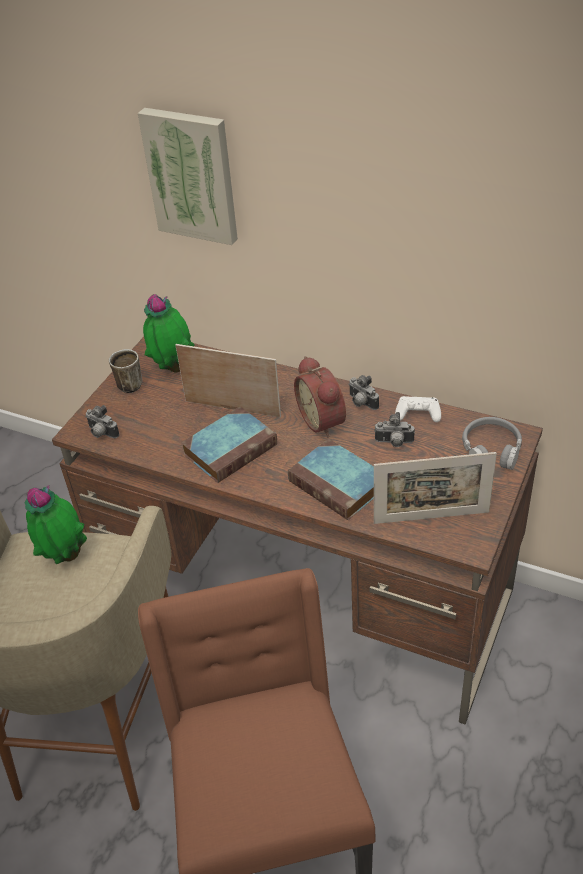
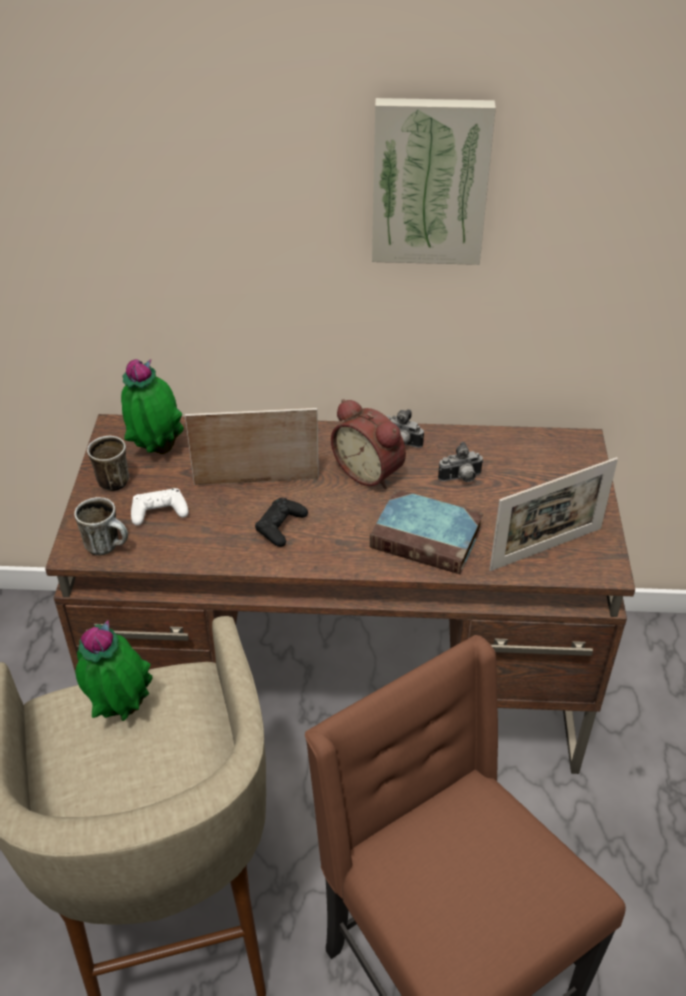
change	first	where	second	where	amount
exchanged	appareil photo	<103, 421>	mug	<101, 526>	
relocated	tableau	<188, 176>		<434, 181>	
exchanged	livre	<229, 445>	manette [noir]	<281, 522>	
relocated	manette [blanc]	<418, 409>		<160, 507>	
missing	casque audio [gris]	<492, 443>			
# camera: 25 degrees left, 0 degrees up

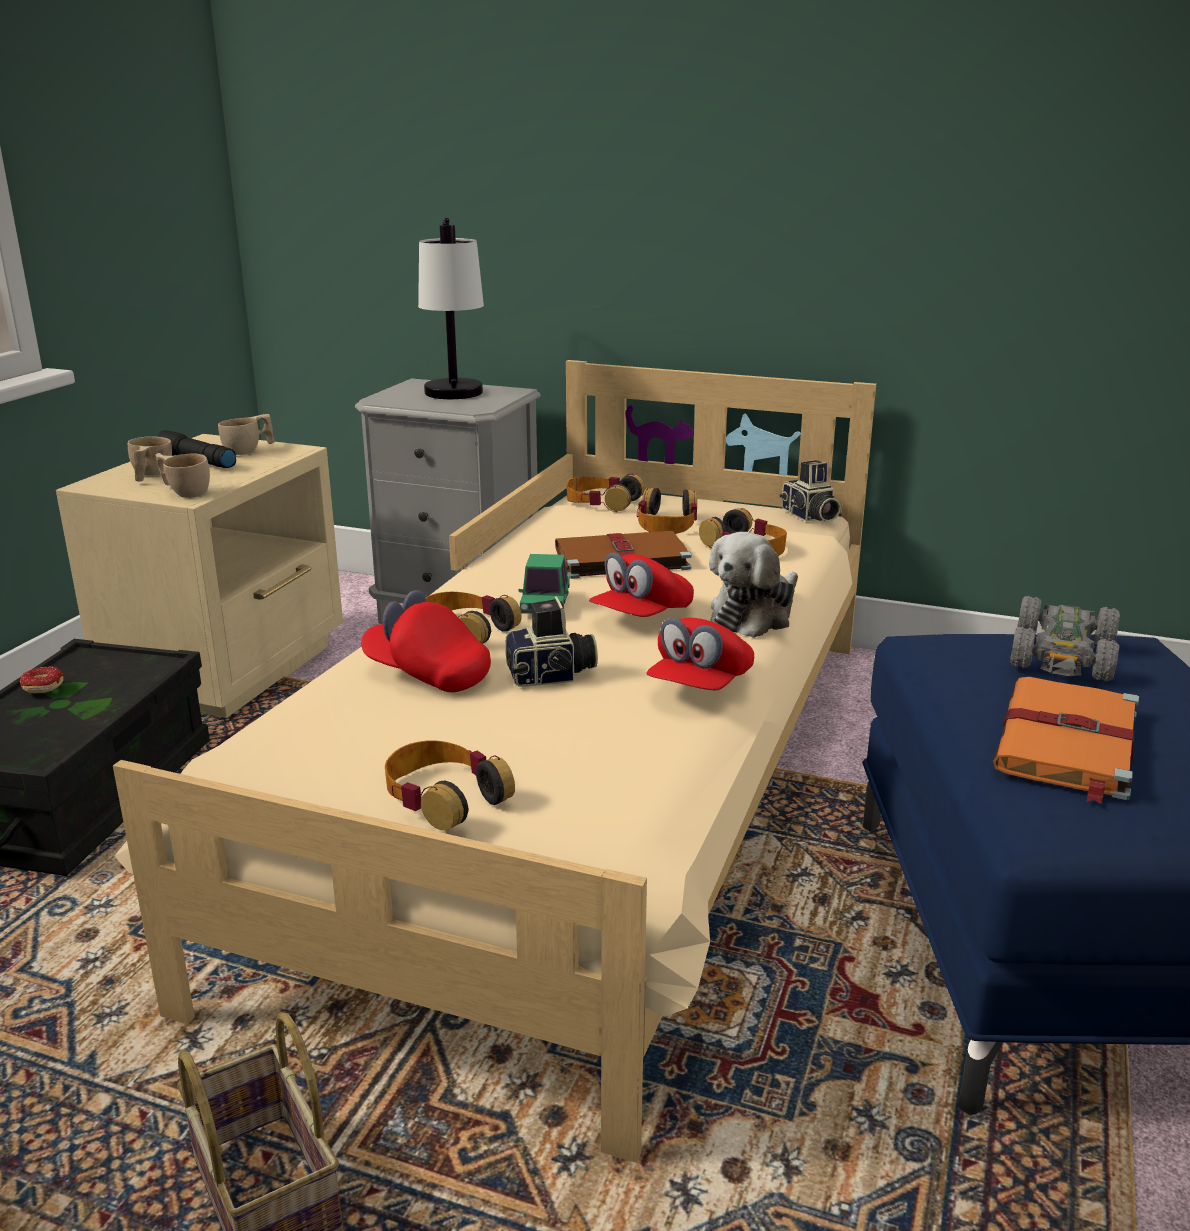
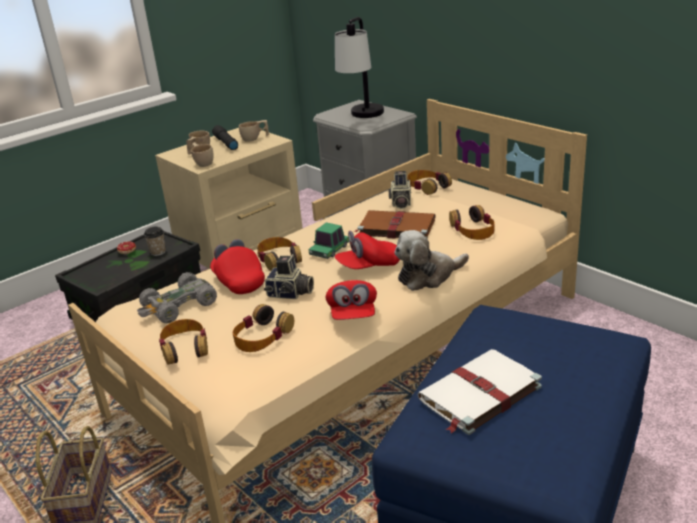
change	first	where	second	where	amount
relocated	casque audio	<667, 511>		<263, 328>	
spun	casquette [rouge]	<700, 654>		<351, 300>	60 degrees counterclockwise
relocated	appareil photo	<810, 491>		<400, 190>	
colour	livre [orange]	<1066, 740>	livre [blanc]	<479, 392>	
relocated	petite voiture [gris]	<1065, 638>		<177, 297>	
appeared			tasse	<155, 241>	
# camera: 30 degrees right, 5 degrees up

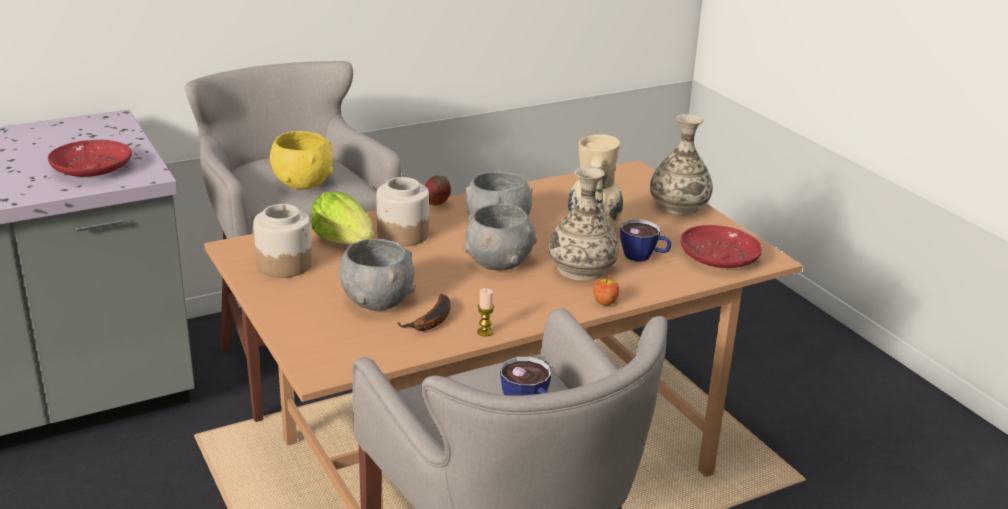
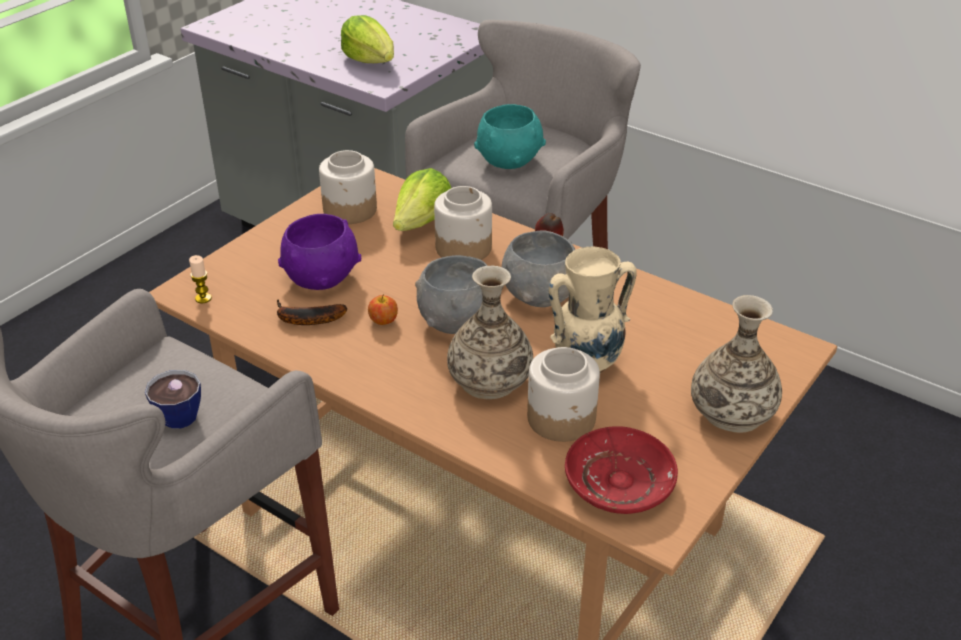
change	first	where	second	where	amount
exchanged	assiette [rouge]	<90, 158>	laitue	<367, 39>	
colour	bol [jaune]	<301, 160>	bol [turquoise]	<510, 136>	
colour	bol [gris]	<377, 274>	bol [violet]	<319, 252>	
relocated	bougie	<485, 312>		<200, 279>	
relocated	pomme	<606, 290>		<383, 309>	
exchanged	tasse	<646, 240>	bocal	<563, 394>	
# camera: 65 degrees right, 10 degrees up

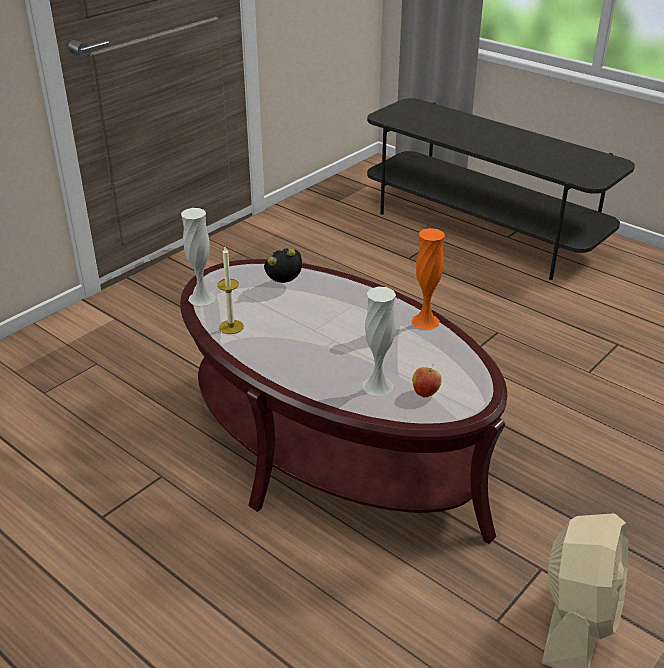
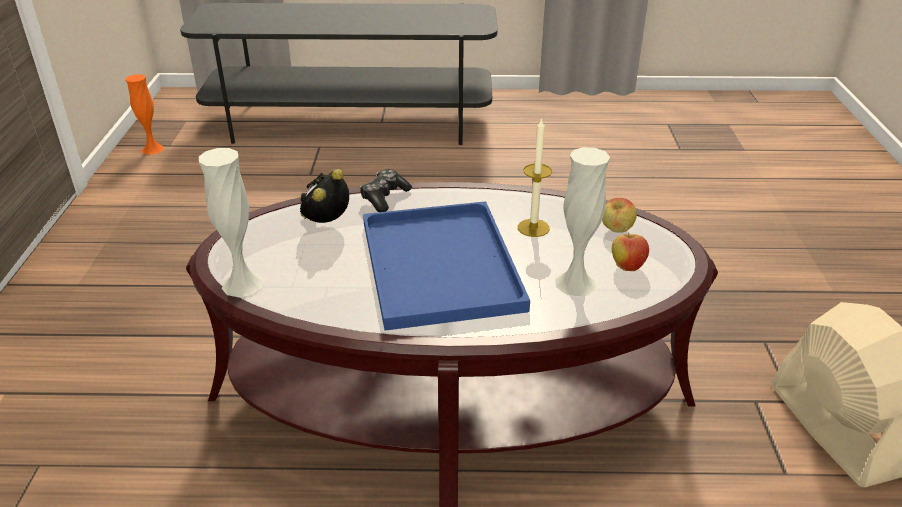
change	first	where	second	where	amount
relocated	bougie	<230, 290>		<535, 177>	
relocated	vase [orange]	<428, 279>		<144, 114>	
appeared			manette	<386, 190>	
appeared			plateau [bleu]	<446, 266>	
appeared			pomme	<619, 215>	
# camera: 40 degrees left, 0 degrees up

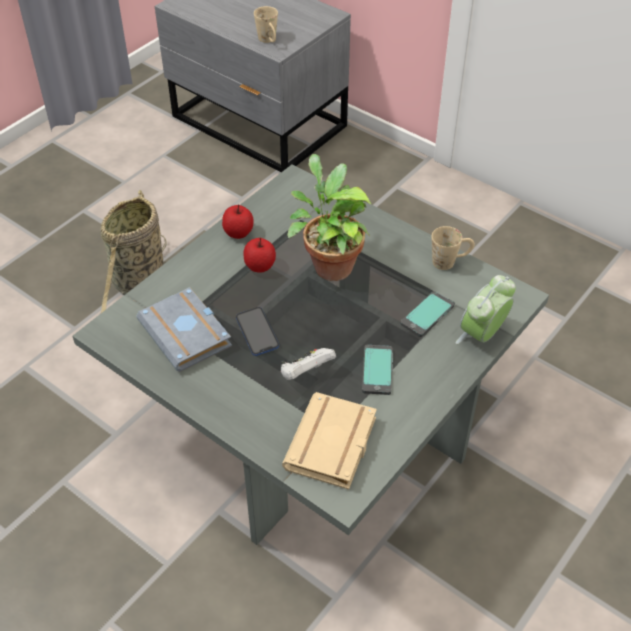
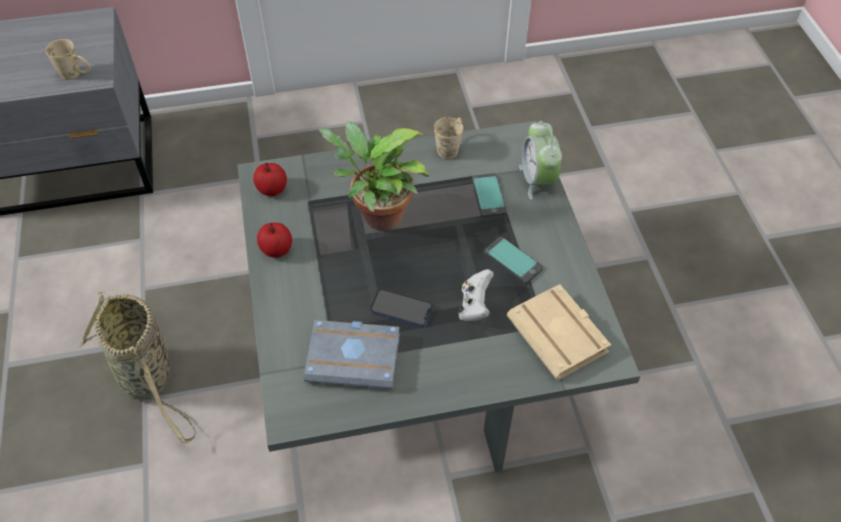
change	first	where	second	where	amount
relocated	pomme	<259, 255>		<270, 179>	
# camera: 50 degrees left, 5 degrees up

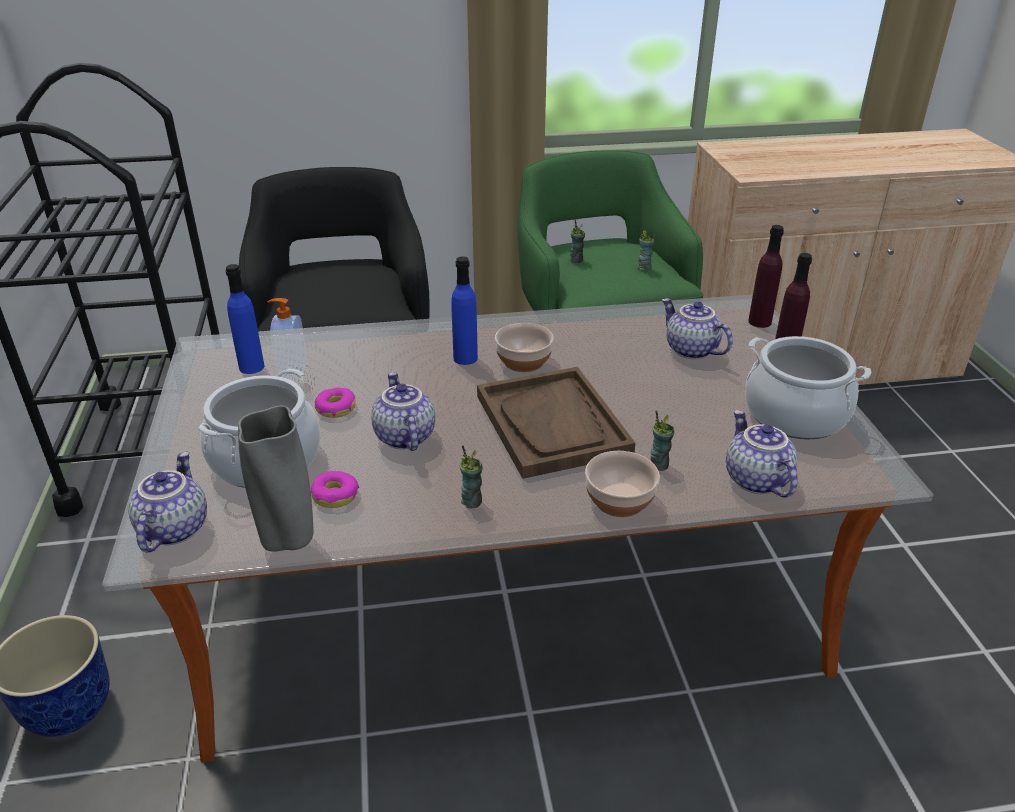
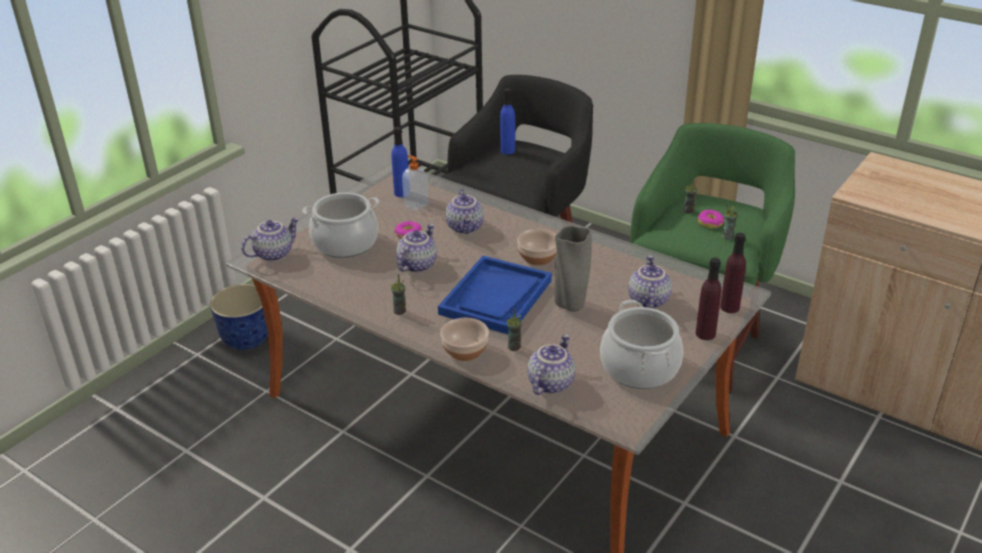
change	first	where	second	where	amount
relocated	vase [gris]	<276, 478>		<573, 269>	
relocated	beignet	<335, 489>		<711, 219>	
relocated	bouteille [bleu]	<464, 310>		<507, 121>	
colour	plateau [marron]	<556, 423>	plateau [bleu]	<495, 295>	
appeared			théière	<464, 211>	
# camera: 45 degrees right, 0 degrees up

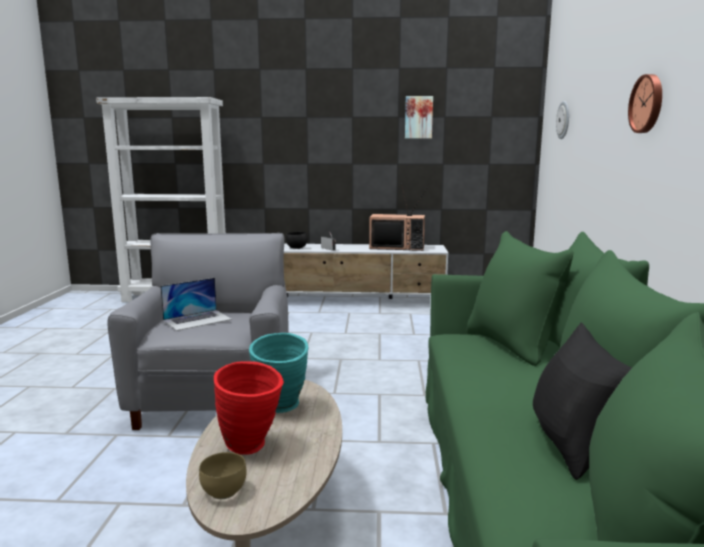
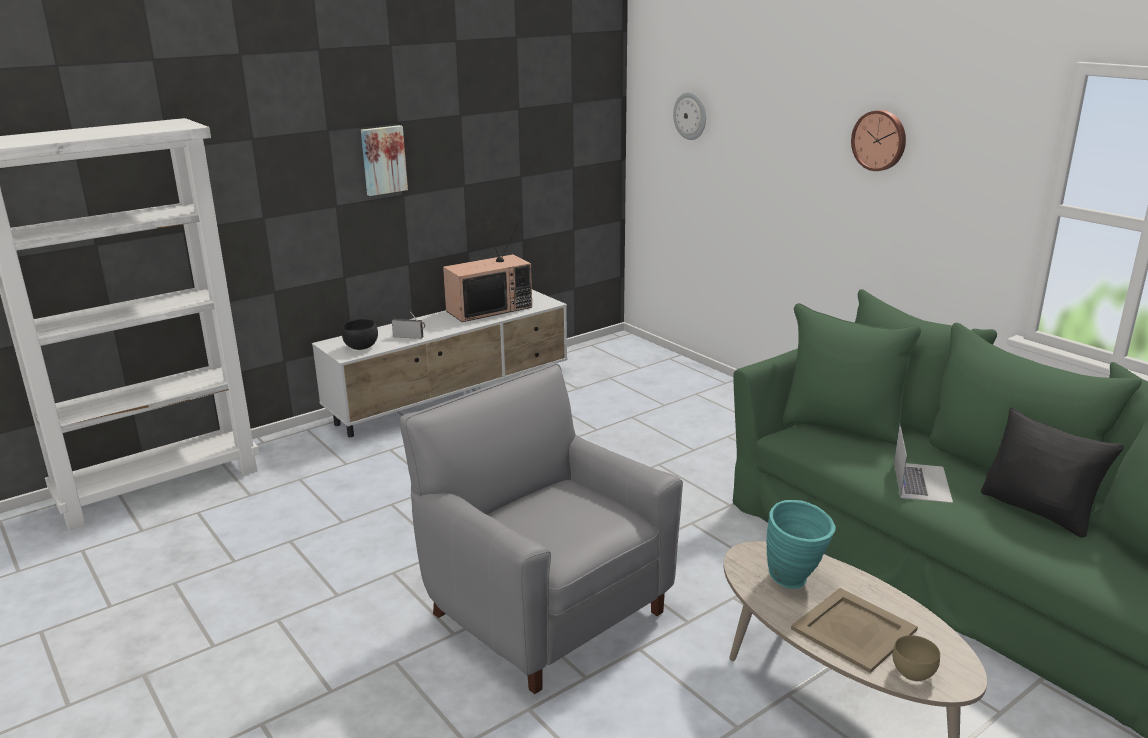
change	first	where	second	where	amount
relocated	ordinateur portable	<196, 304>		<923, 463>	
exchanged	vase [rouge]	<249, 408>	plateau [beige]	<854, 630>	
relocated	tableau	<419, 117>		<384, 160>	
# camera: 40 degrees left, 10 degrees up

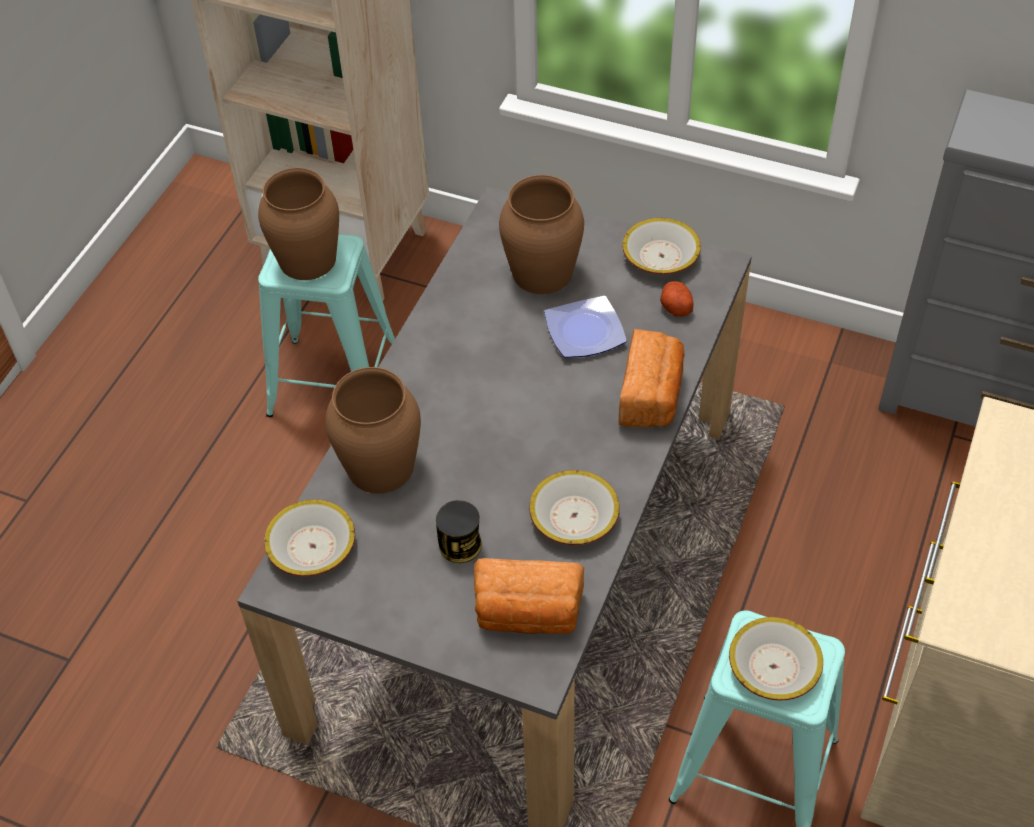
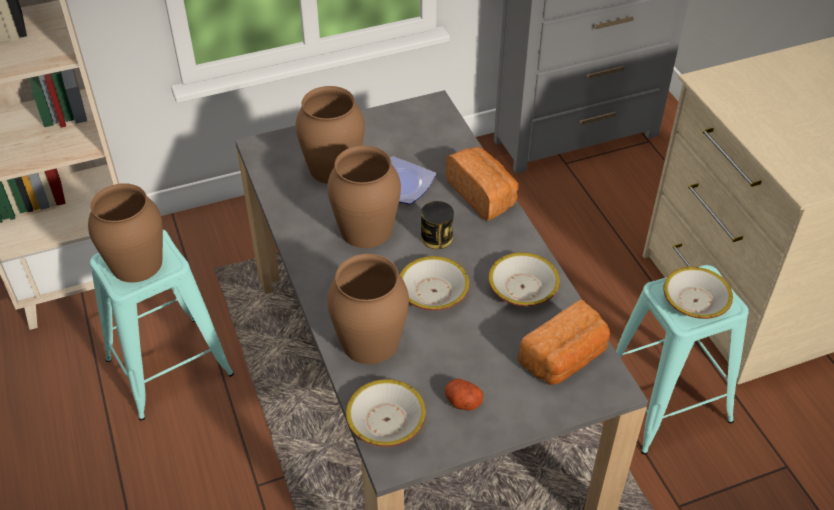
change	first	where	second	where	amount
relocated	boîte métallique	<459, 531>		<437, 225>	
relocated	bol	<661, 246>		<435, 283>	
relocated	pomme de terre	<677, 298>		<464, 395>	
appeared			vase [marron]	<364, 196>	
# camera: 45 degrees left, 5 degrees down

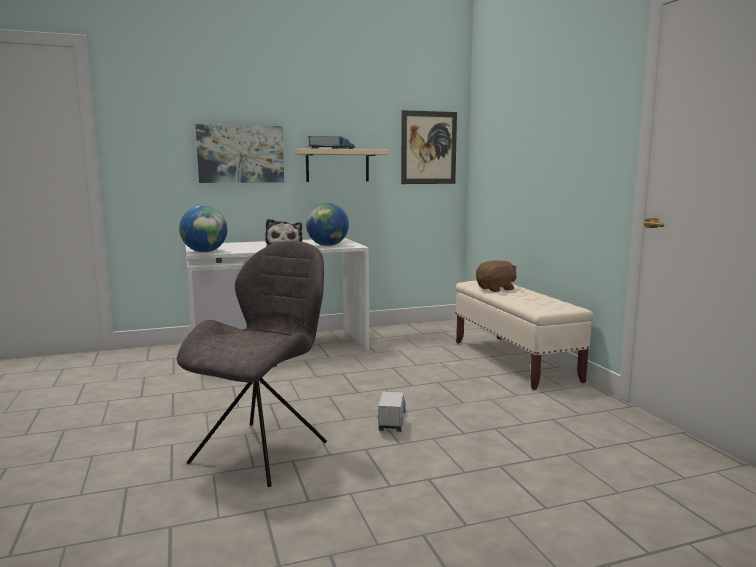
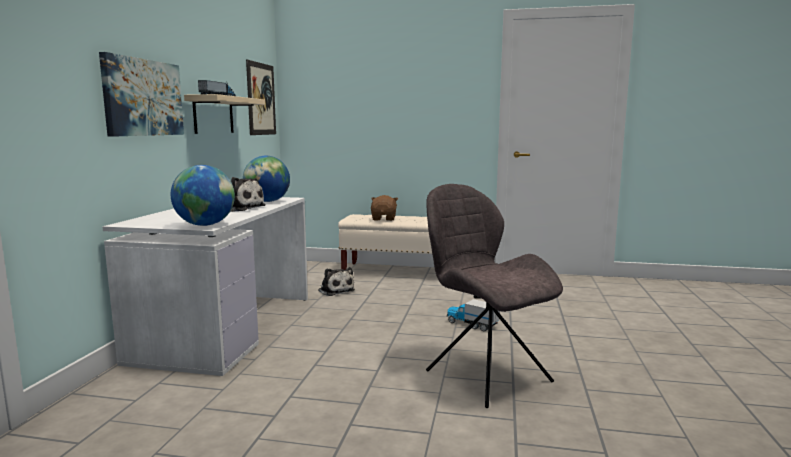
change	first	where	second	where	amount
appeared			peluche	<337, 281>	
# camera: 60 degrees left, 0 degrees up

